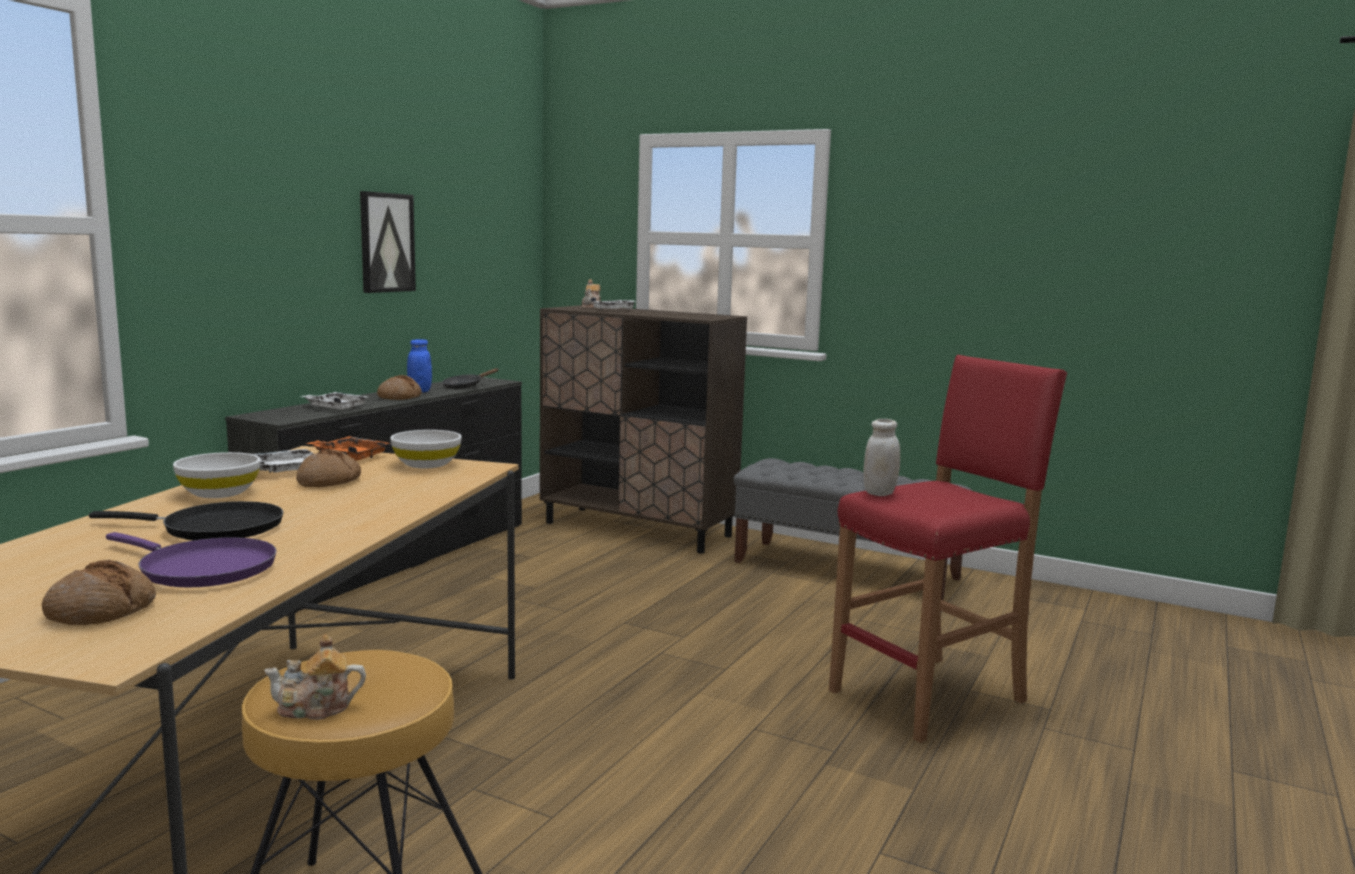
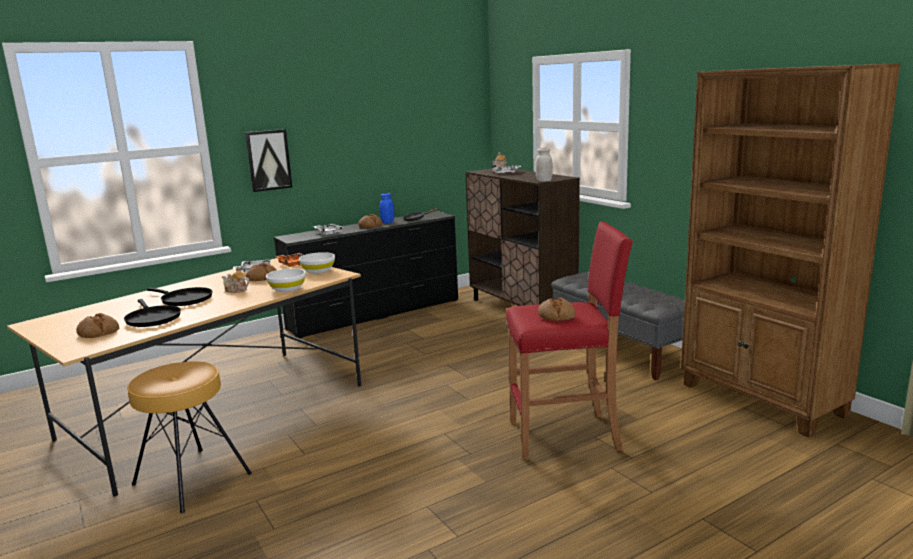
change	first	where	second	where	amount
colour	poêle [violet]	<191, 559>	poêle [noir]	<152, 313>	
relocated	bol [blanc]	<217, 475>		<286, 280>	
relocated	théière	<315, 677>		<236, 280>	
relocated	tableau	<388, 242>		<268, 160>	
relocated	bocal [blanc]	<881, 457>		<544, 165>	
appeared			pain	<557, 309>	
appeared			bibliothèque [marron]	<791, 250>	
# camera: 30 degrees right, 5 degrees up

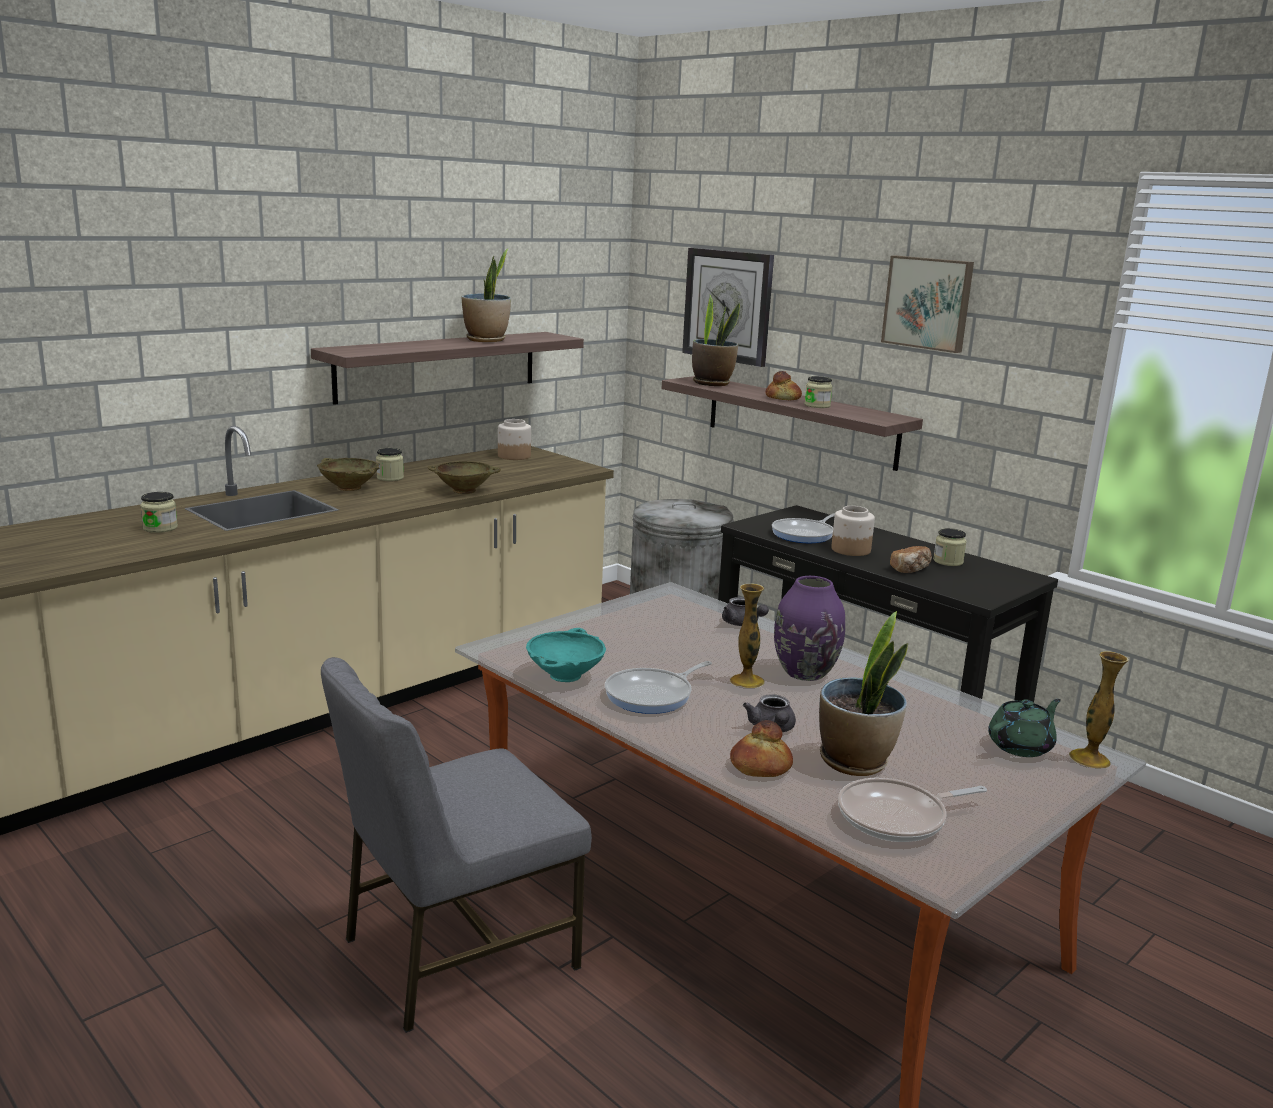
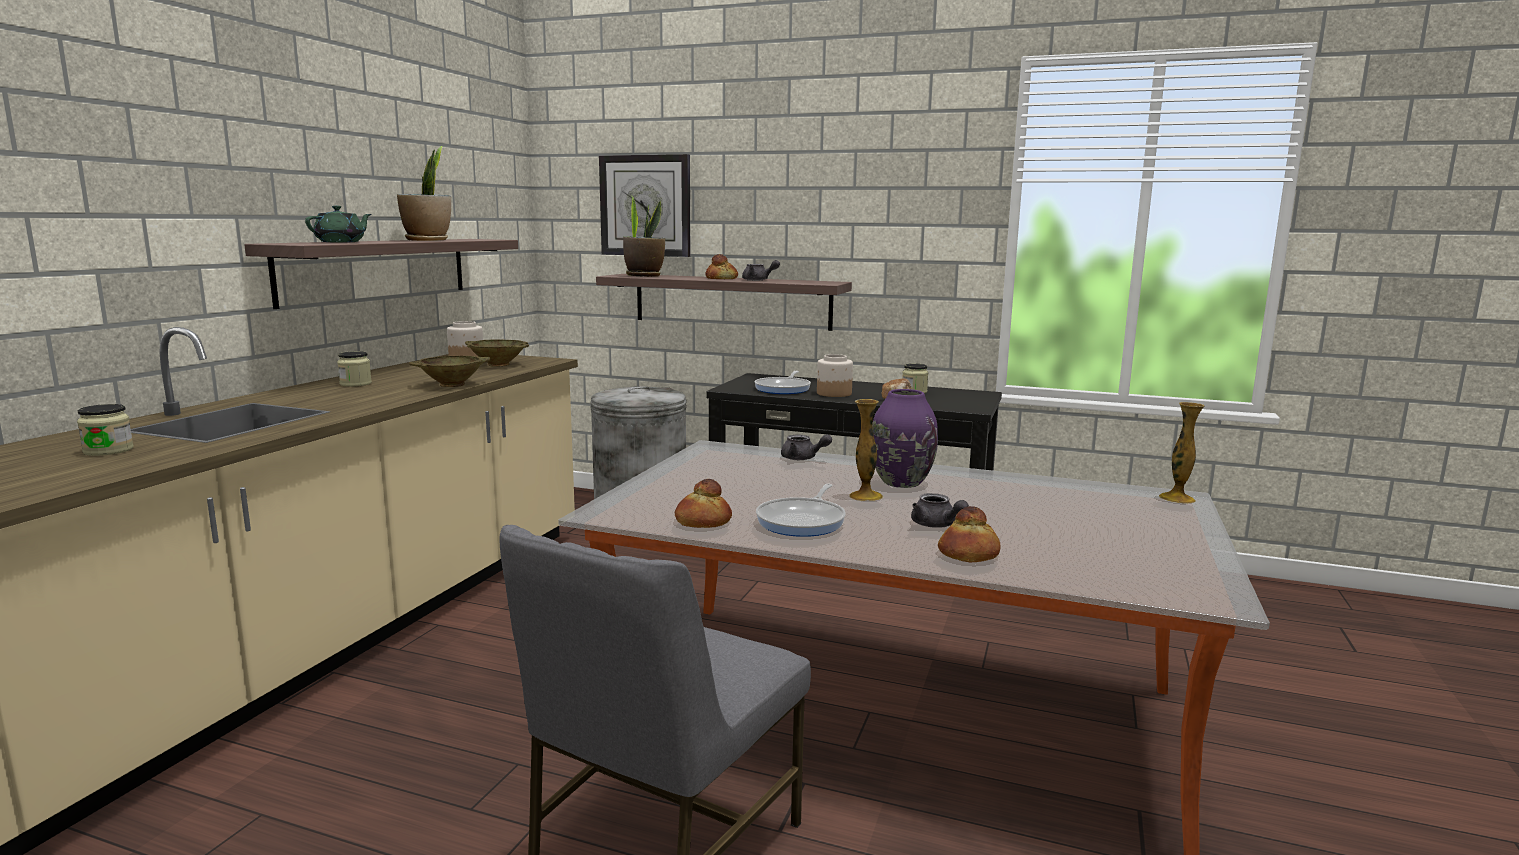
change	first	where	second	where	amount
relocated	bol [beige]	<348, 474>		<497, 353>	
exchanged	bol [turquoise]	<566, 655>	pain	<703, 503>	
exchanged	bocal	<818, 392>	théière [gris]	<761, 270>	
missing	plante en pot	<863, 693>			
missing	poêle	<912, 810>			
missing	tableau	<927, 304>			
relocated	théière [vert]	<1024, 728>		<338, 224>	
# camera: 25 degrees left, 5 degrees down

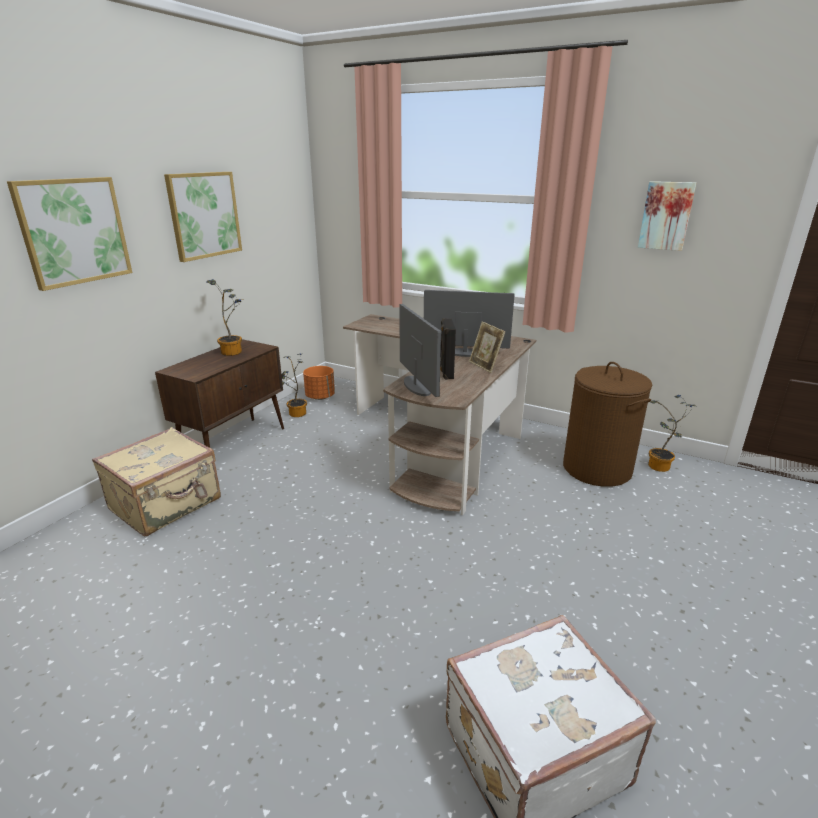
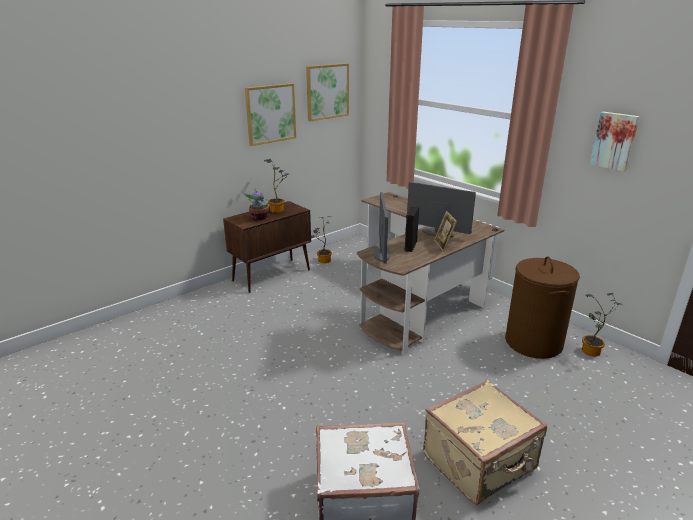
change	first	where	second	where	amount
relocated	tableau	<69, 234>		<327, 92>	
relocated	valise [beige]	<156, 481>		<485, 442>	
missing	cache-pot [orange]	<319, 383>			
appeared			plante en pot	<255, 204>	
# camera: 20 degrees right, 0 degrees up

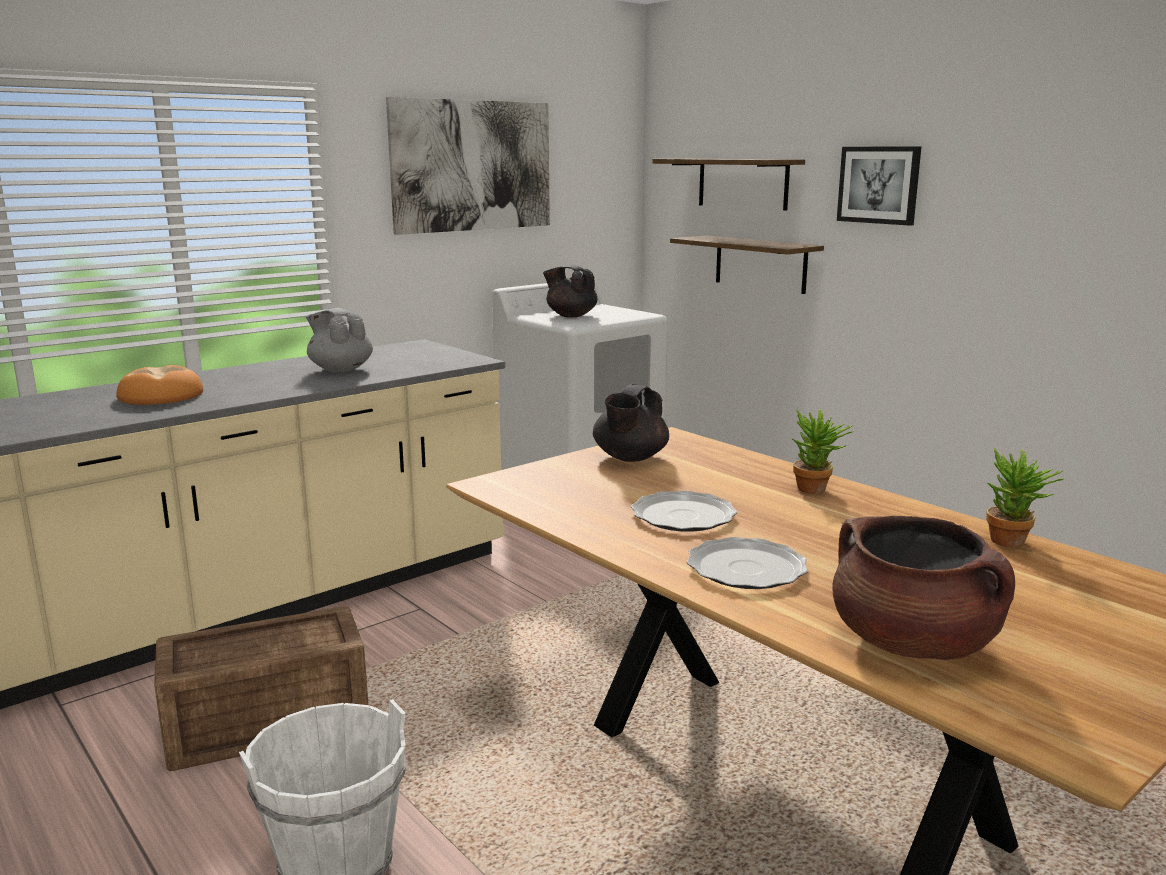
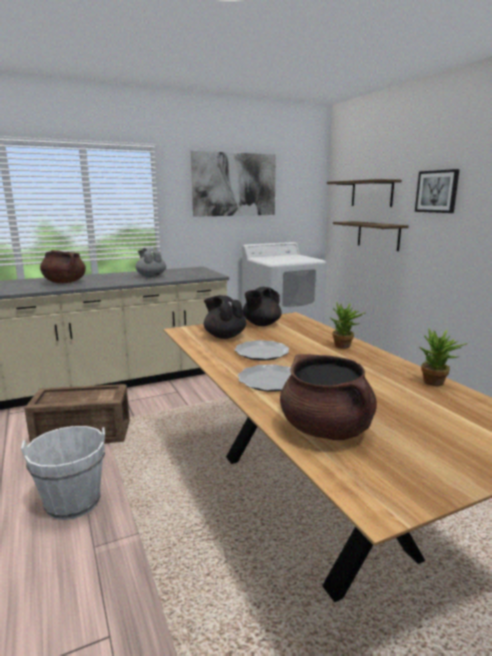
change	first	where	second	where	amount
exchanged	pain	<159, 385>	marmite [marron]	<63, 266>	
relocated	théière [noir]	<570, 291>		<225, 317>	
# camera: 15 degrees right, 0 degrees up

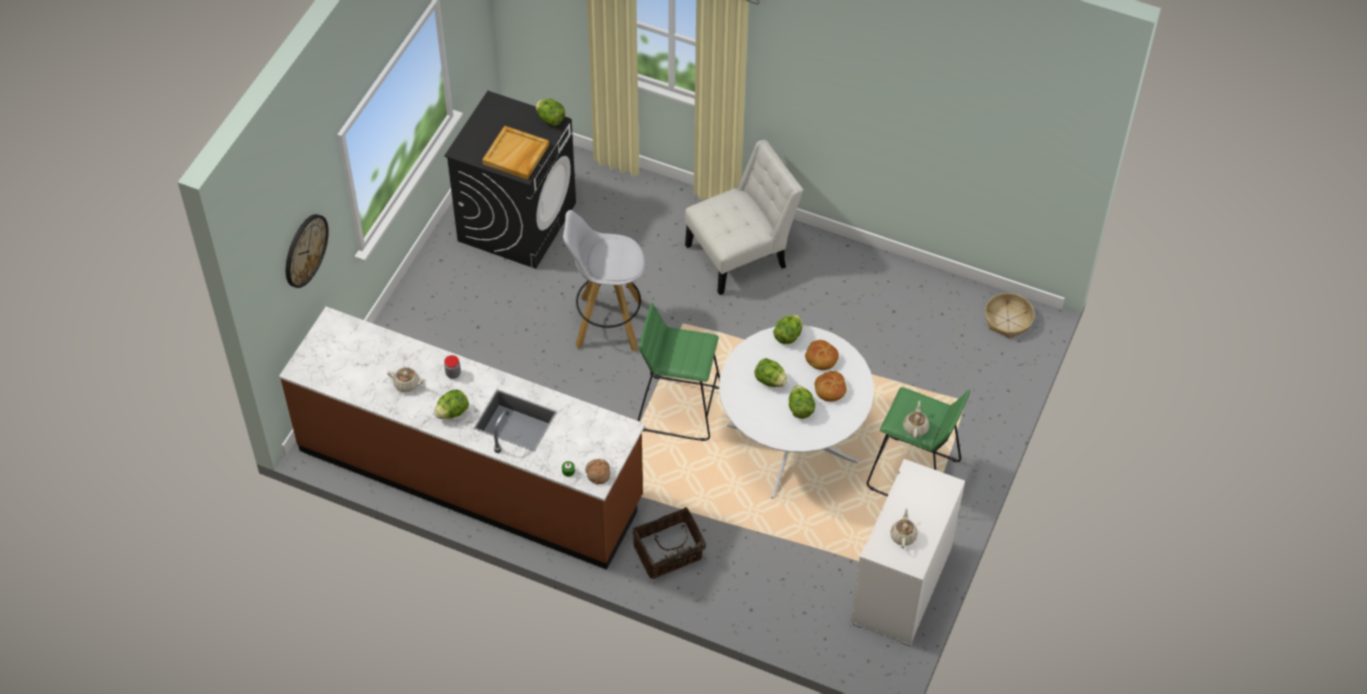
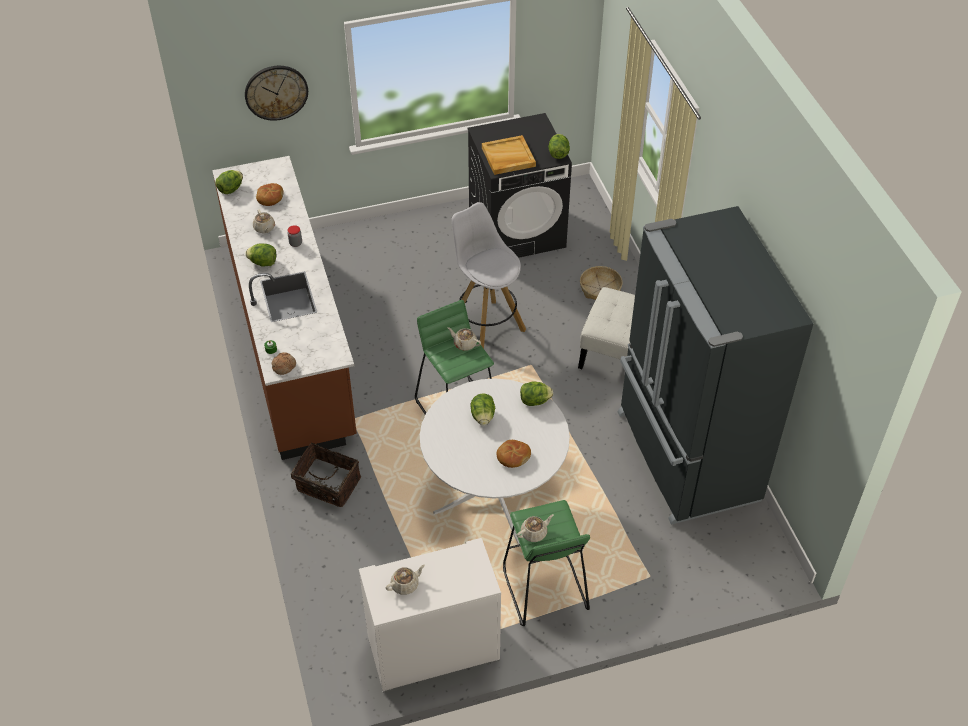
change	first	where	second	where	amount
relocated	laitue	<802, 402>		<229, 182>	
relocated	pain	<822, 355>		<270, 194>	
relocated	panier	<1009, 316>		<601, 283>	
appeared			théière [beige]	<464, 339>	
appeared			réfrigérateur [noir]	<715, 365>	
# camera: 50 degrees right, 5 degrees down

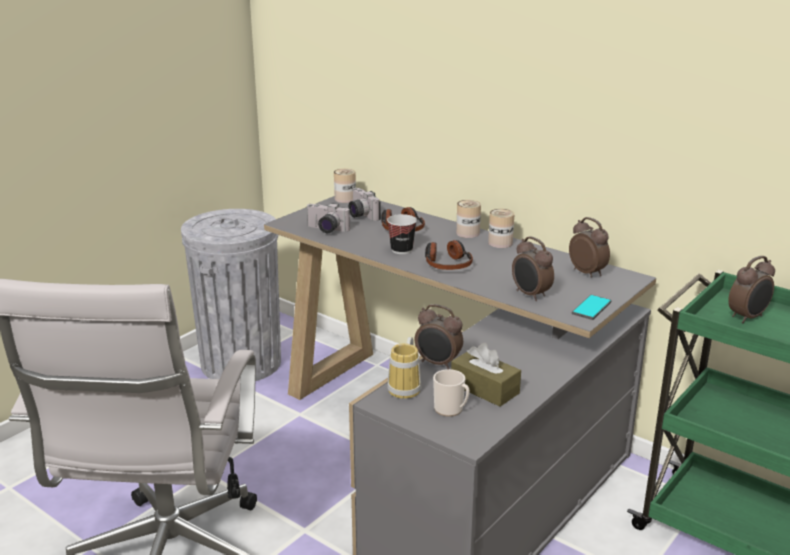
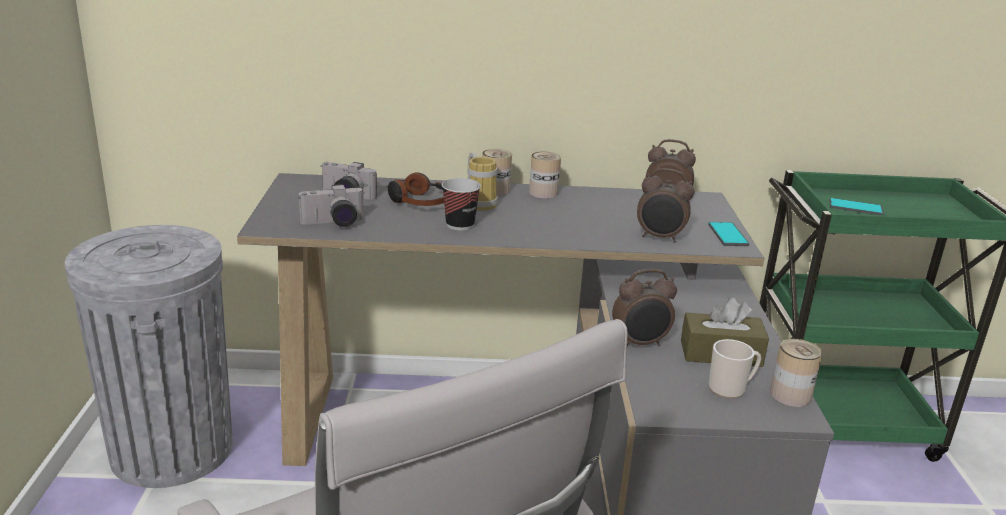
change	first	where	second	where	amount
relocated	boîte métallique	<345, 185>		<796, 373>	
relocated	mug	<404, 368>		<482, 181>	
missing	casque audio	<449, 255>			
exchanged	réveil	<751, 289>	téléphone	<857, 206>	
# camera: 40 degrees left, 0 degrees up

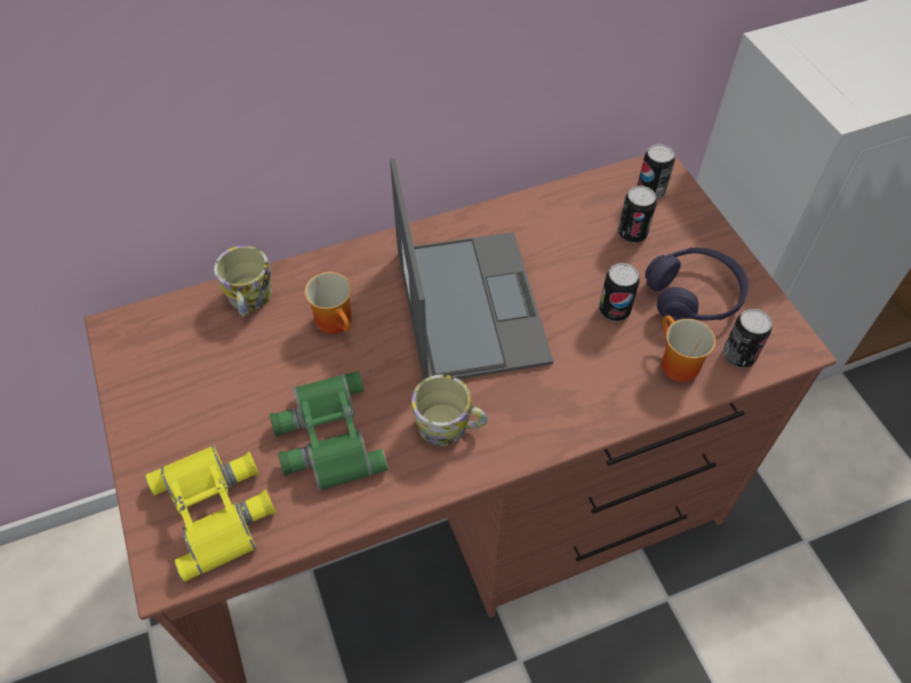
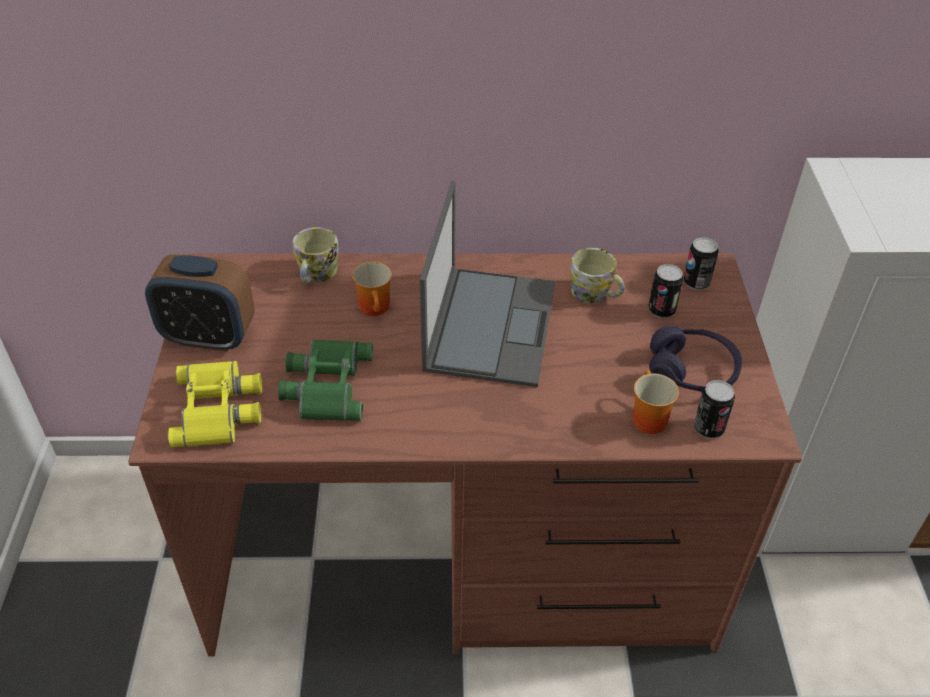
change	first	where	second	where	amount
relocated	mug	<449, 410>		<597, 276>	
missing	boîte métallique	<619, 292>			
appeared			réveil	<200, 303>	
# camera: 20 degrees right, 10 degrees down

